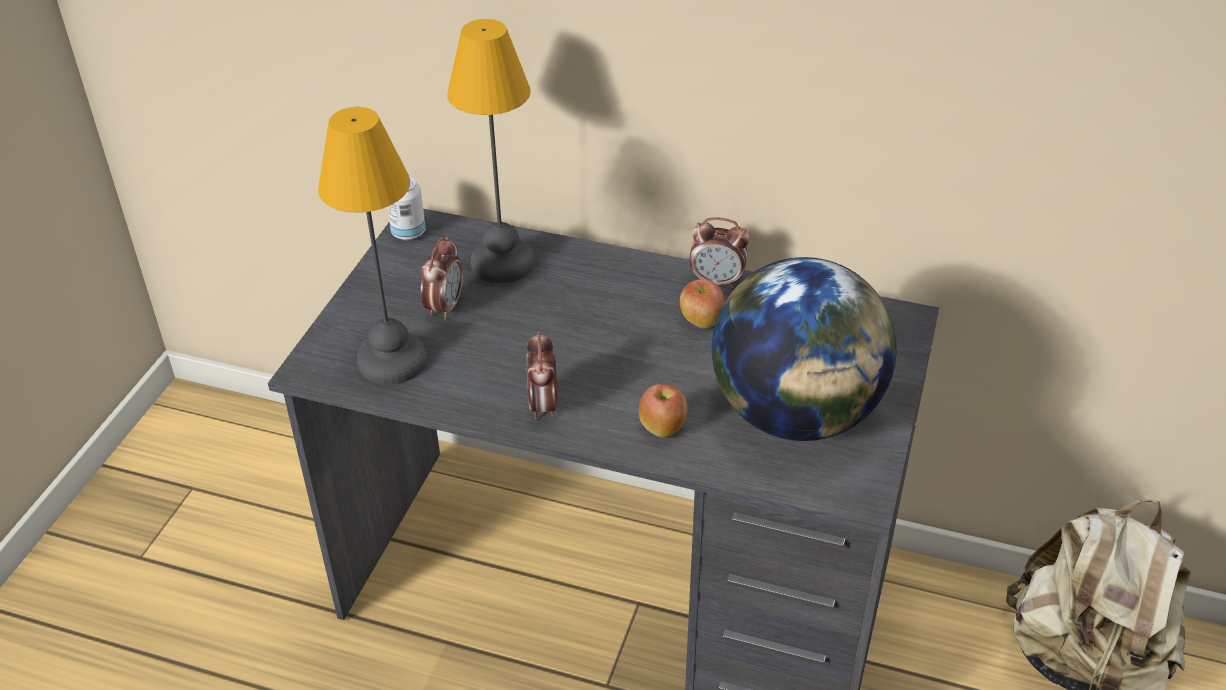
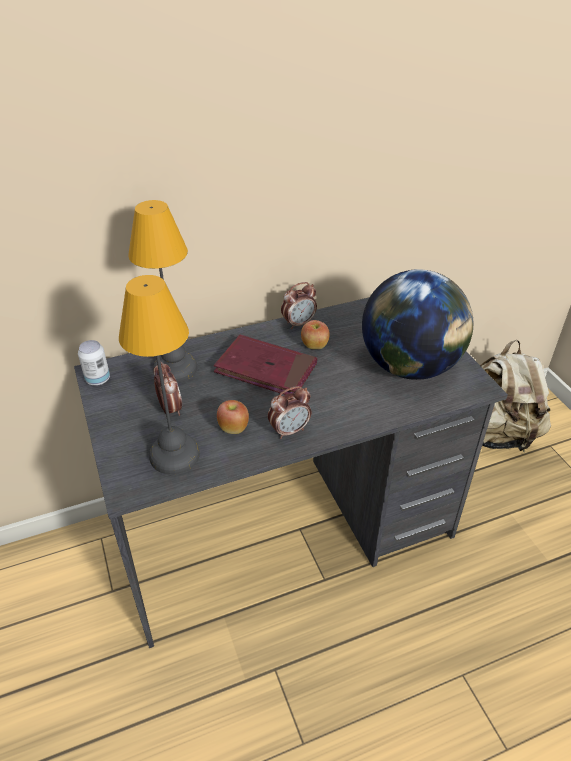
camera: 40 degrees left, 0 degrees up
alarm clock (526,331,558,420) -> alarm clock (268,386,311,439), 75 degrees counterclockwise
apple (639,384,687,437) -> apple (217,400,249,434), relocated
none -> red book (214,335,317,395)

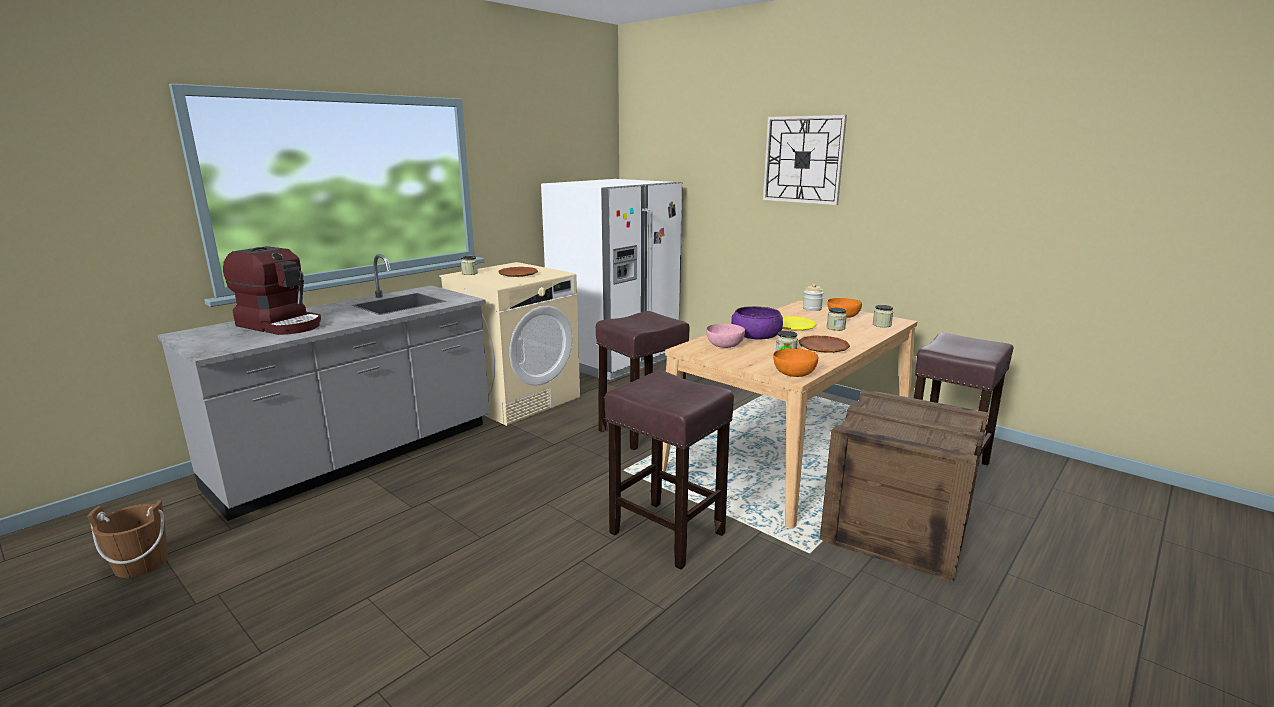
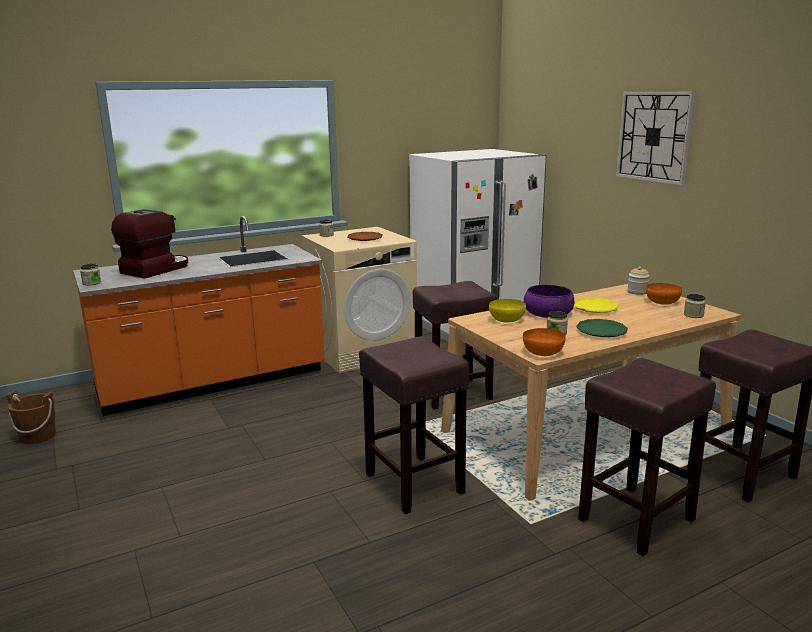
camera: 20 degrees right, 0 degrees up
coffee machine (223,246,321,335) -> coffee machine (111,209,188,279), 105 degrees counterclockwise
grey counter (158,254,490,521) -> orange counter (73,216,325,416)
jar (827,308,847,331) -> jar (80,263,101,285), relocated
pink bowl (706,324,745,348) -> yellow bowl (489,299,526,323)
brown plate (799,336,850,353) -> green plate (576,319,628,337)
crate (820,389,988,583) -> brown stool (578,358,716,556)

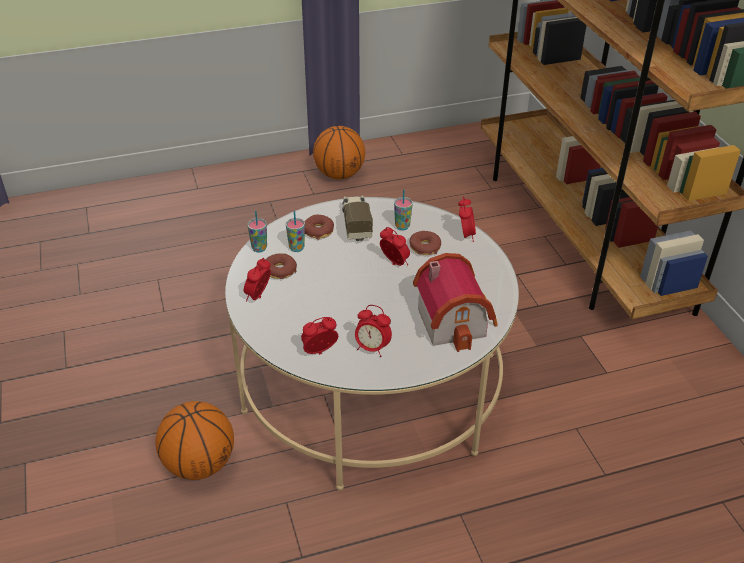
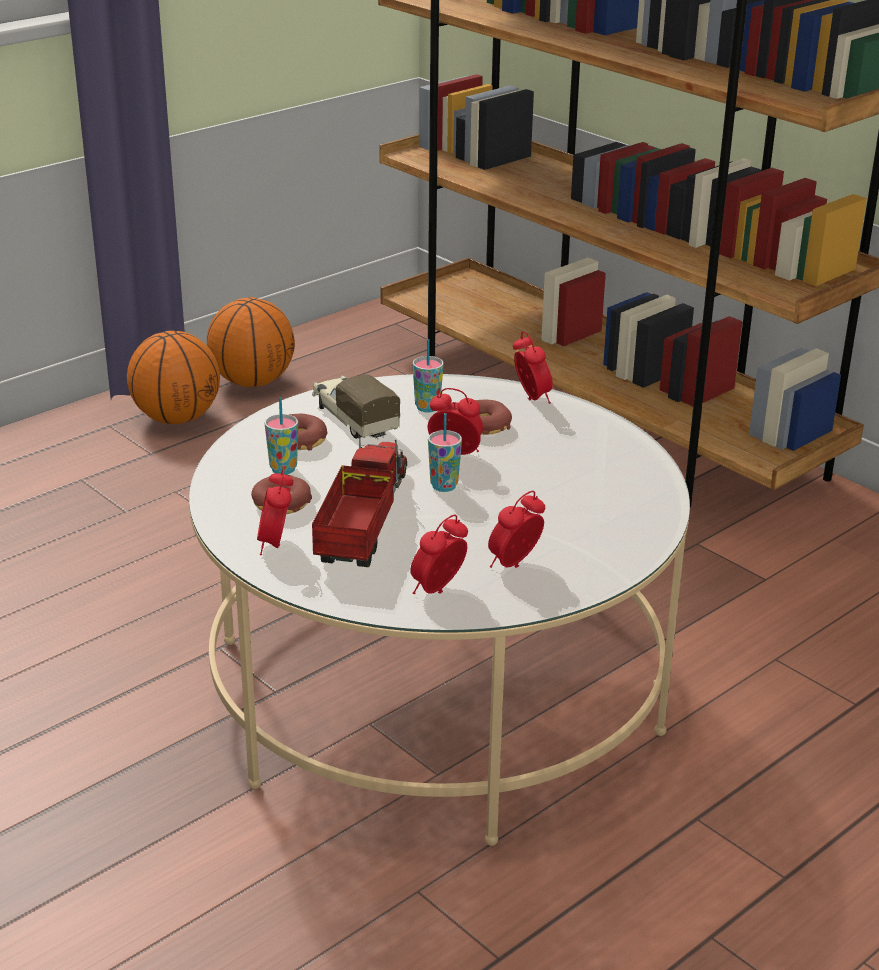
camera: 25 degrees left, 10 degrees down
cup (247,211,267,252) -> cup (428,413,462,492), relocated
toy house (413,253,498,352) -> none
alarm clock (355,305,392,357) -> alarm clock (488,491,545,568), 135 degrees clockwise
basketball (155,401,234,480) -> basketball (207,297,295,387), relocated
none -> toy truck (312,436,407,567)

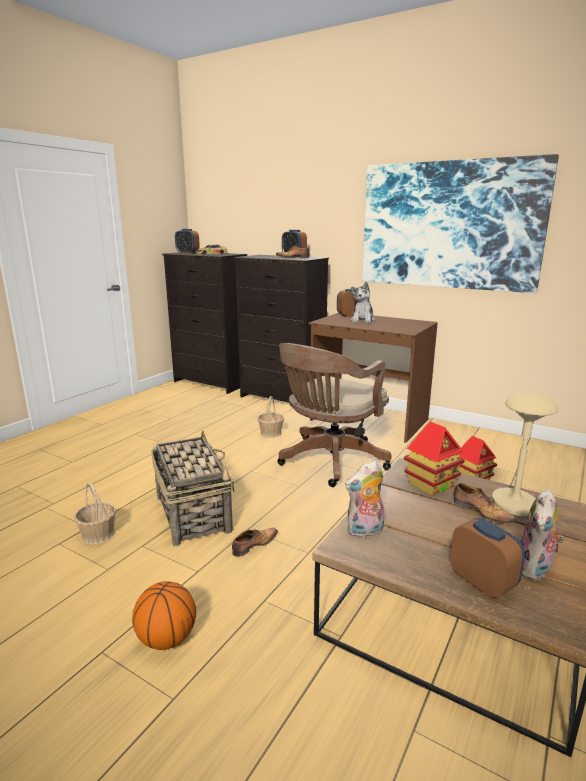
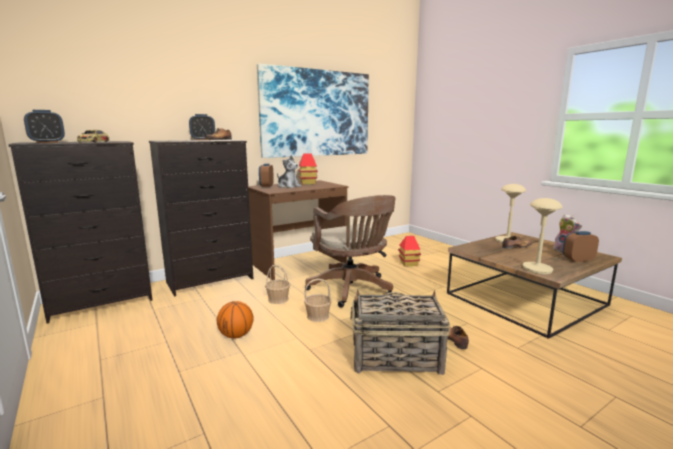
camera: 65 degrees left, 5 degrees down
toy house (404,422,464,496) -> toy house (298,153,318,184), relocated
plush toy (345,460,384,538) -> beige table lamp (522,198,563,275)
basket (74,482,116,544) -> basket (304,279,332,322), relocated
basketball (132,581,196,650) -> basketball (217,301,254,338), relocated

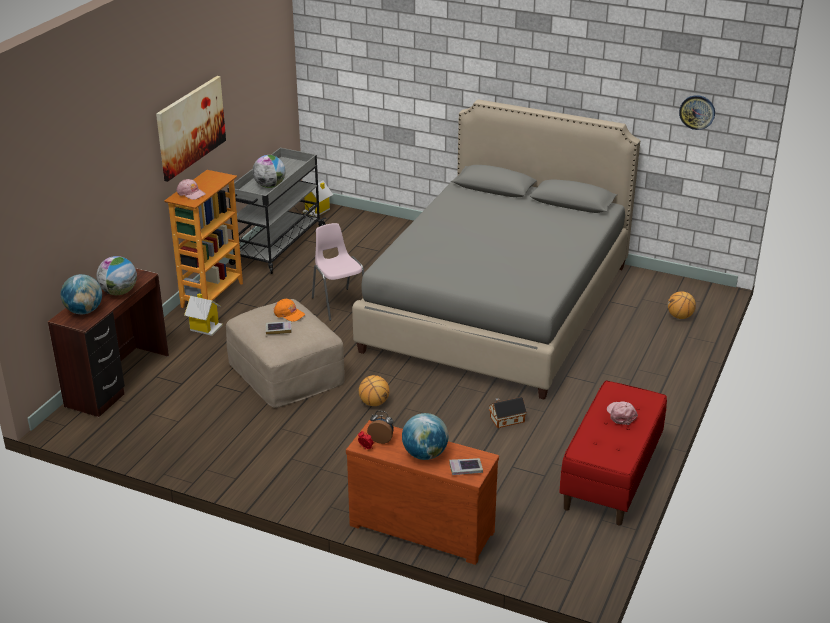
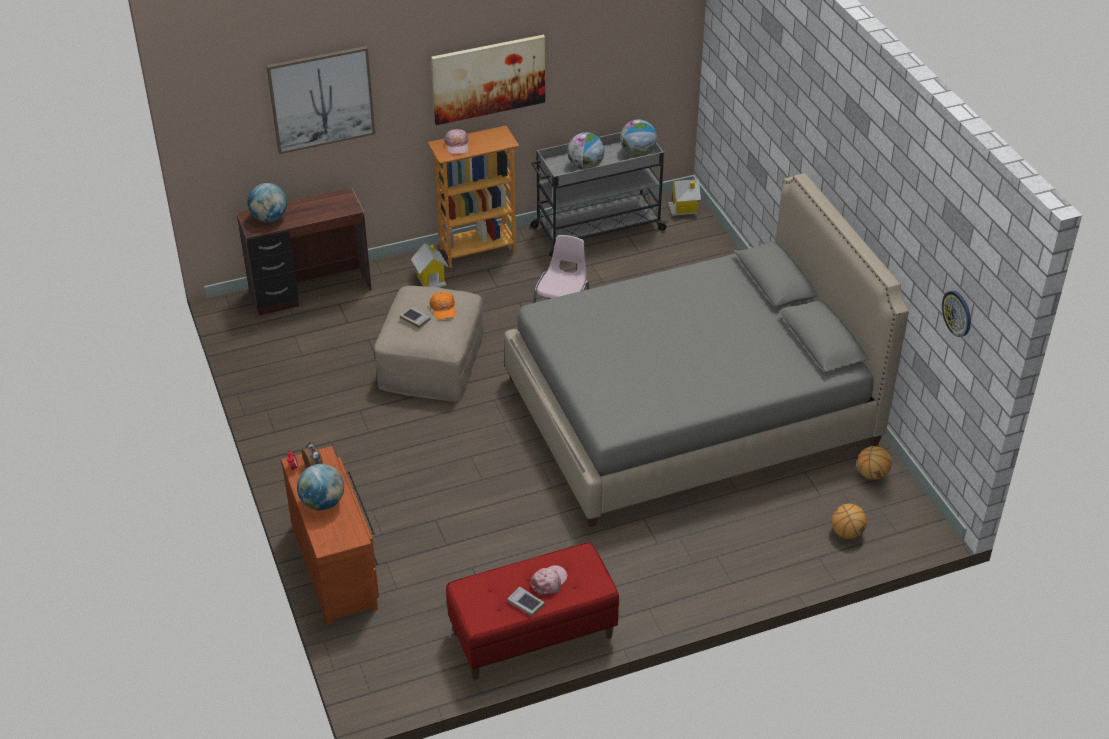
camera: 45 degrees right, 10 degrees up
globe (96,256,137,295) -> globe (620,119,657,156), relocated
basketball (359,375,390,406) -> basketball (857,446,892,480), relocated
toy house (489,397,527,428) -> none
book (449,458,483,475) -> book (507,587,545,616), relocated
none -> picture (266,46,375,154)

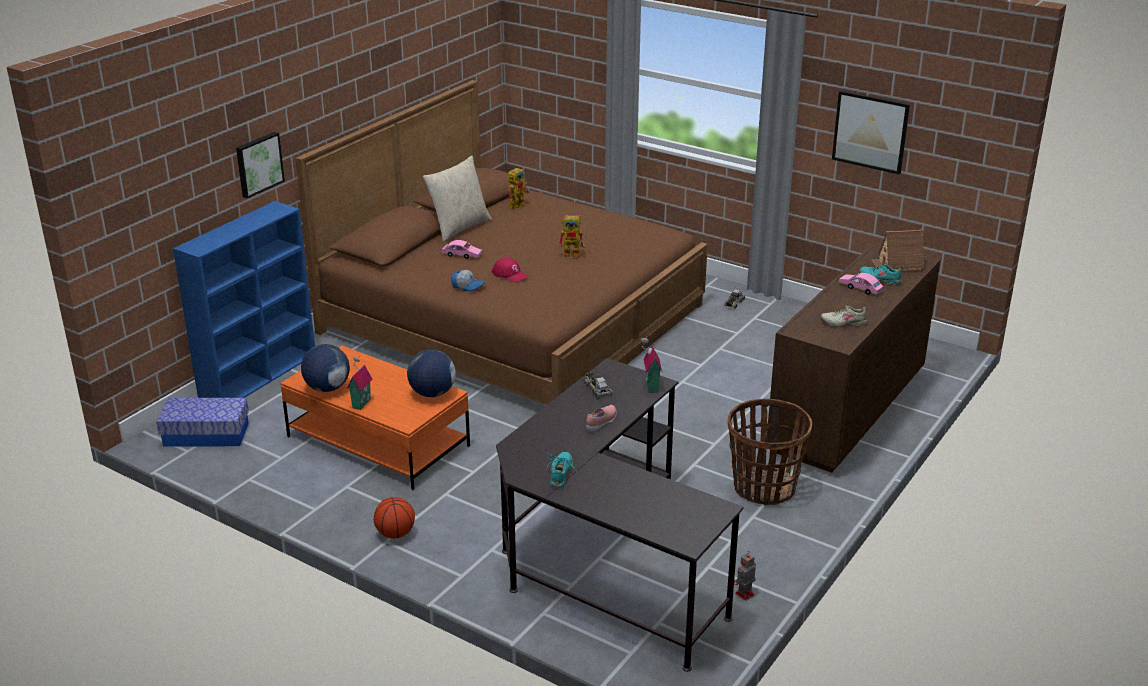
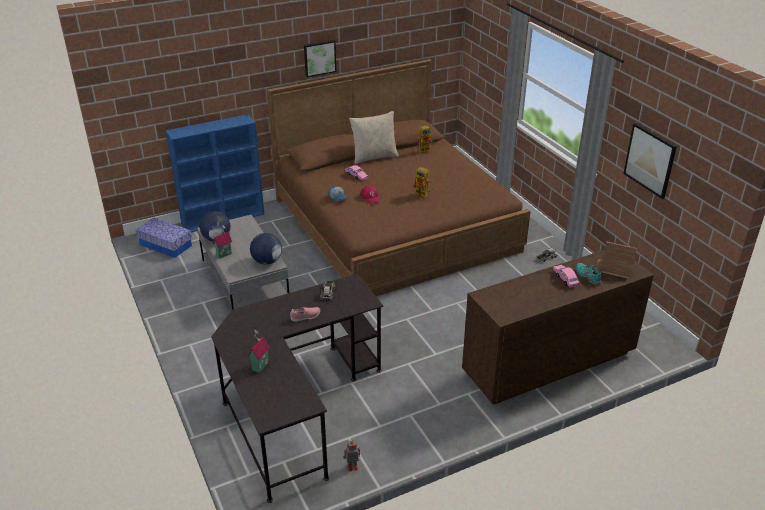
camera: 30 degrees right, 5 degrees up
picture (236,132,285,198) -> picture (304,40,336,77), relocated
beige shoe (821,305,867,327) -> none
toy house (641,337,662,393) -> toy house (248,329,270,373), relocated
orange coffee table (280,346,470,490) -> grey coffee table (198,215,289,310)
basket (728,399,812,505) -> none
turquoise shoe (546,452,577,488) -> none
basketball (374,497,415,539) -> none

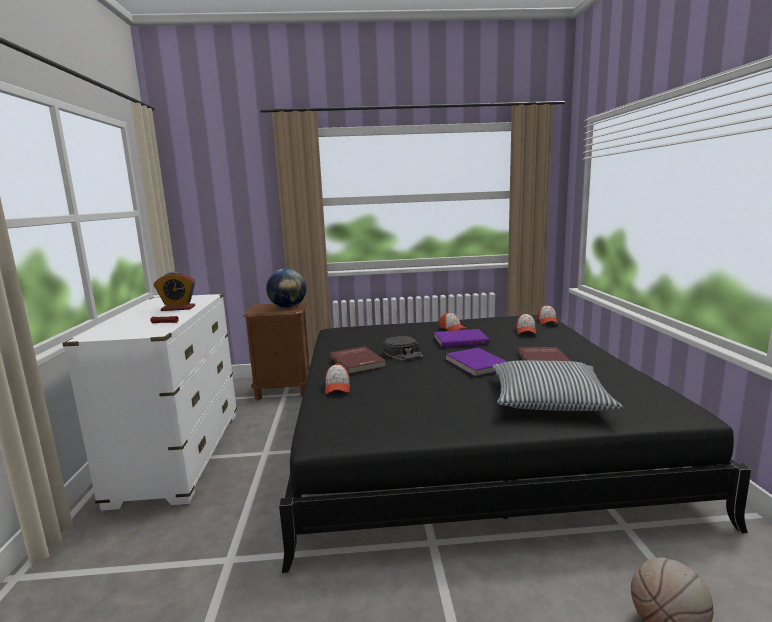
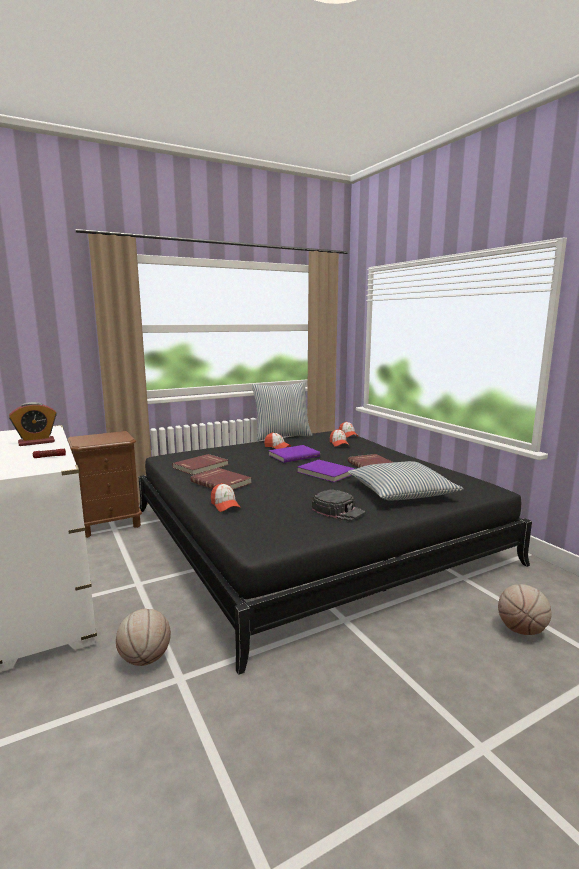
camera: 25 degrees left, 0 degrees up
globe (266,268,306,308) -> none
black cap (383,336,424,362) -> black cap (312,489,366,522), relocated
none -> pillow (251,381,312,441)
none -> red book (172,454,228,475)
none -> basketball (116,609,171,666)

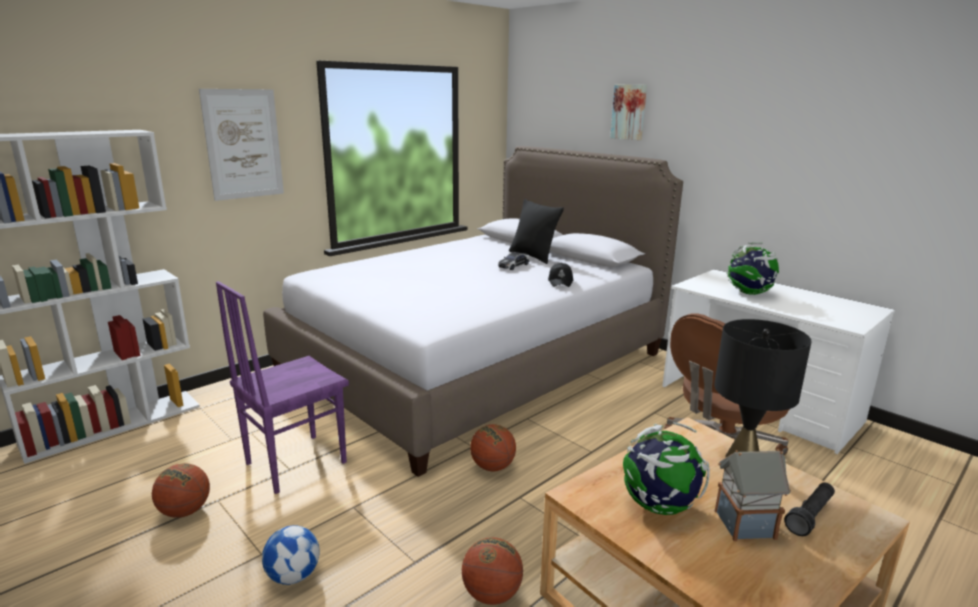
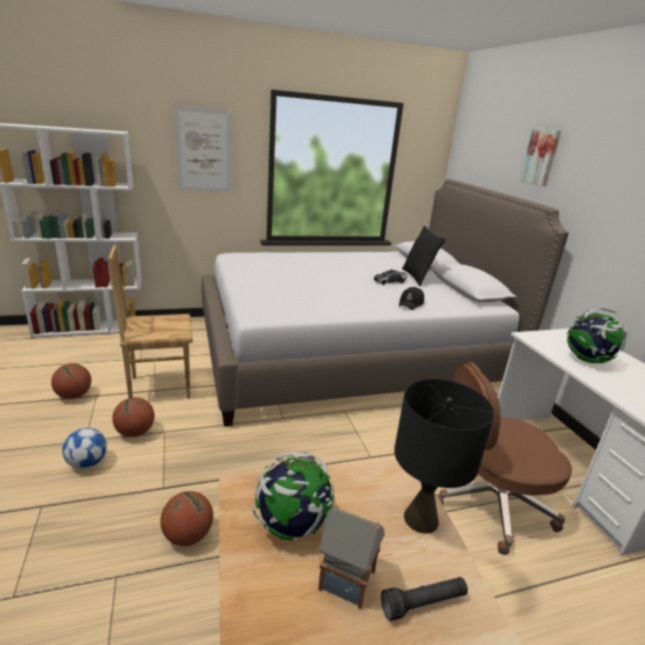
camera: 25 degrees right, 5 degrees up
purple chair (216,281,349,494) -> brown chair (108,245,193,399)
basketball (470,424,516,471) -> basketball (112,397,154,437), relocated

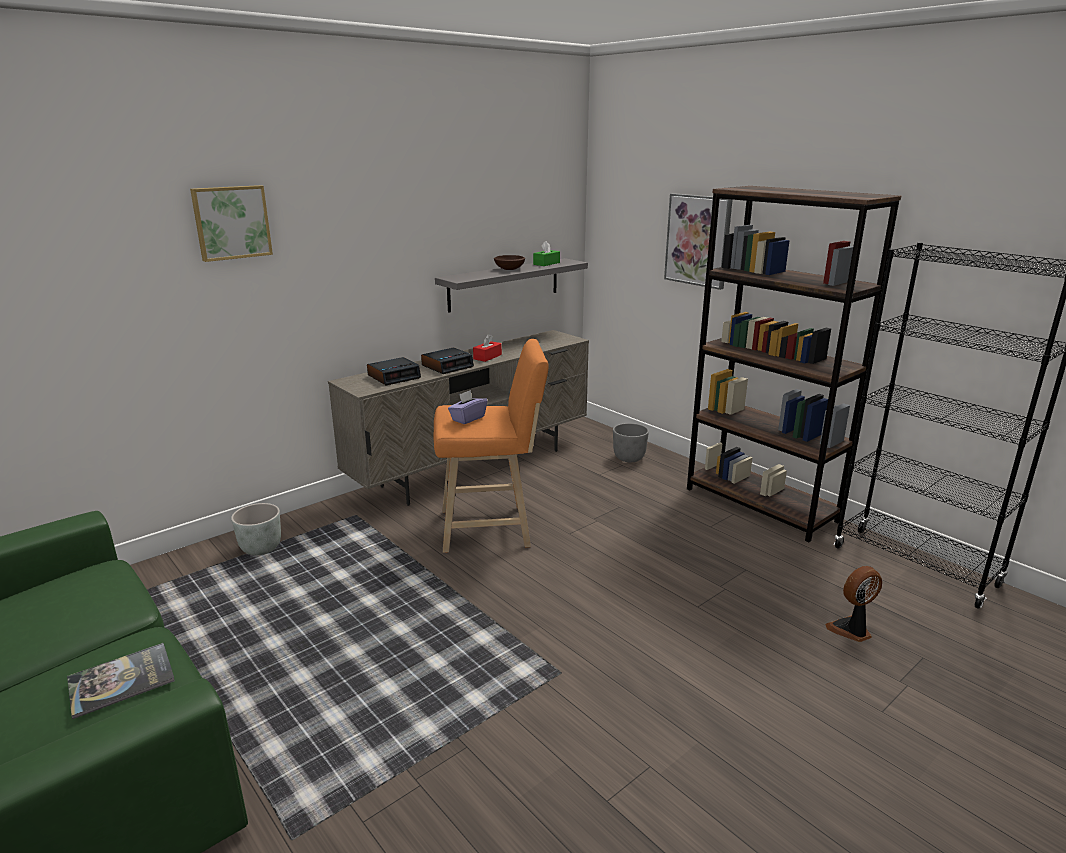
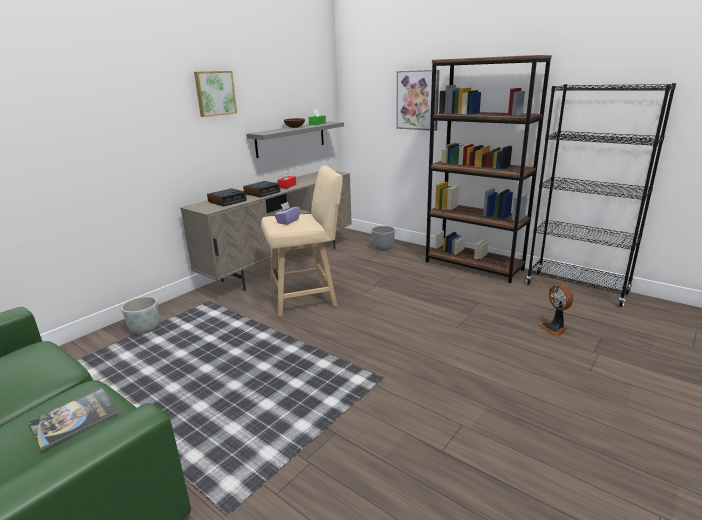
camera: 10 degrees left, 0 degrees up
picture (190,185,273,262) -> picture (194,71,237,117), relocated
orange stool (433,339,548,553) -> beige stool (261,165,343,316)
fan (825,566,882,642) -> fan (538,284,573,336), 75 degrees counterclockwise

